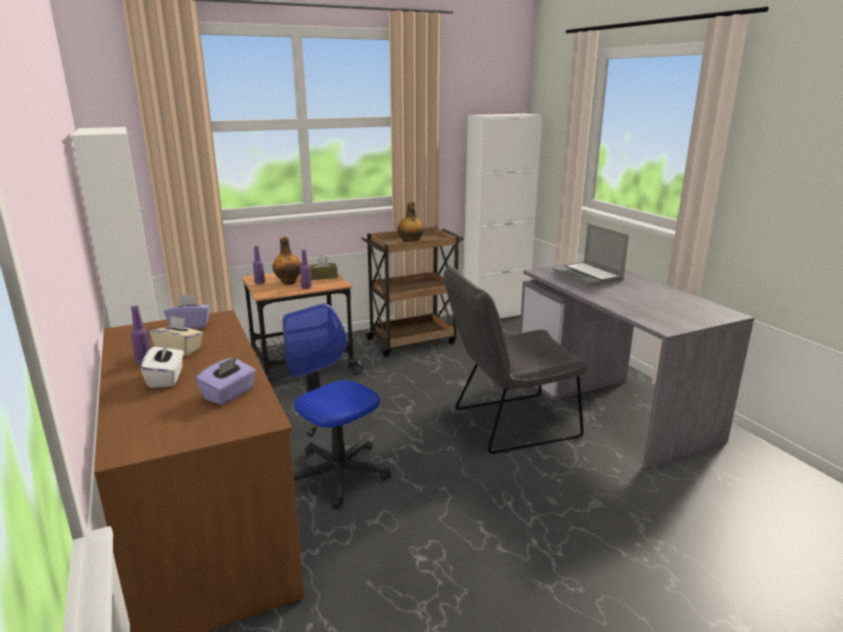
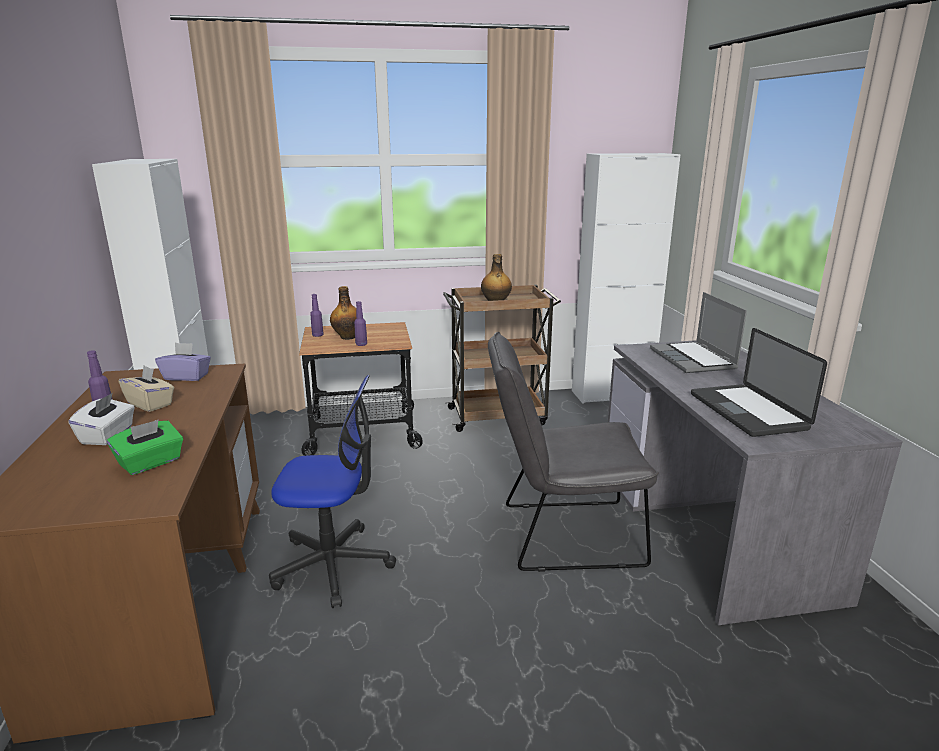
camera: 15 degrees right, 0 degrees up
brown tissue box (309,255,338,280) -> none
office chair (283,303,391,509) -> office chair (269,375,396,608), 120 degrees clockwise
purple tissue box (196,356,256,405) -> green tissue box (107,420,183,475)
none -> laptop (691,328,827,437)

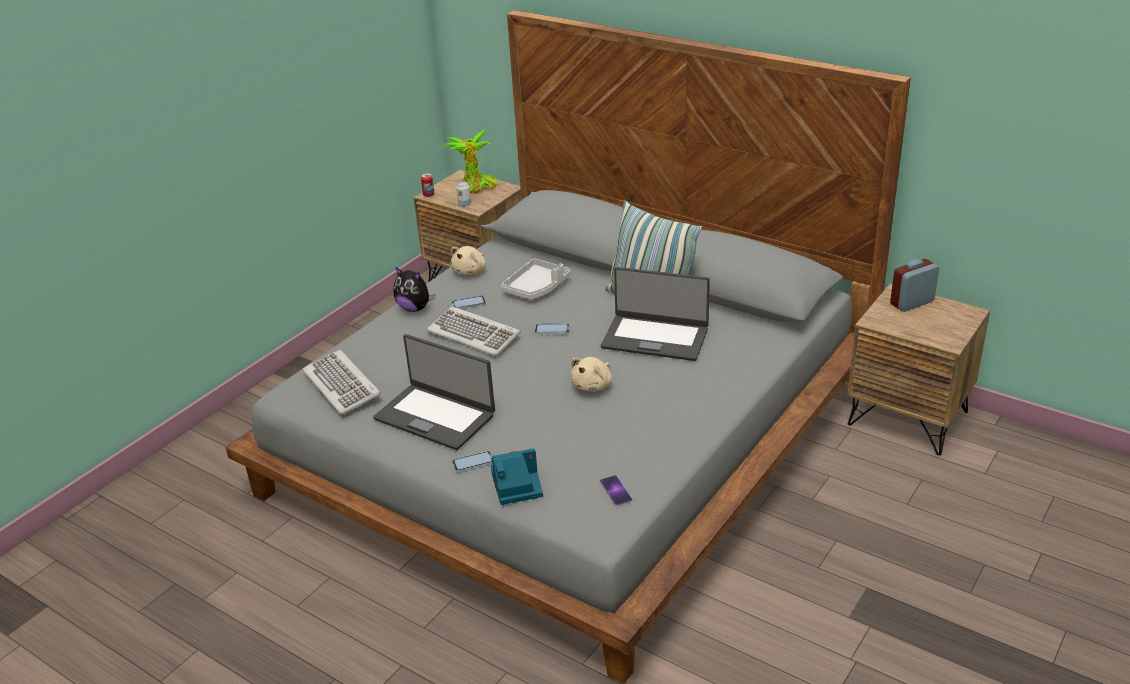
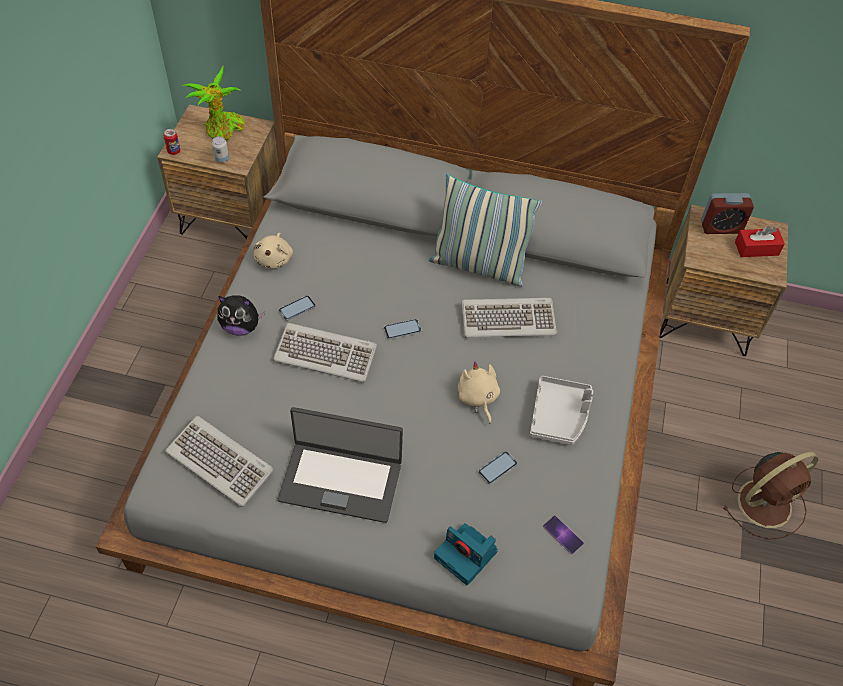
camera: 25 degrees left, 20 degrees up
grey tray (501,259,571,300) -> grey tray (530,376,593,445), relocated
alarm clock (890,259,939,312) -> alarm clock (701,193,754,234), 135 degrees counterclockwise
laptop (601,267,710,361) -> keyboard (461,297,557,338)
beige plush toy (570,357,612,391) -> beige plush toy (458,362,500,424), 150 degrees clockwise
photo camera (491,449,543,505) -> photo camera (434,523,498,585), 105 degrees counterclockwise
phone (452,451,492,472) -> phone (478,451,518,484), relocated
none -> red tissue box (735,226,785,257)
none -> brown fan (723,452,819,539)

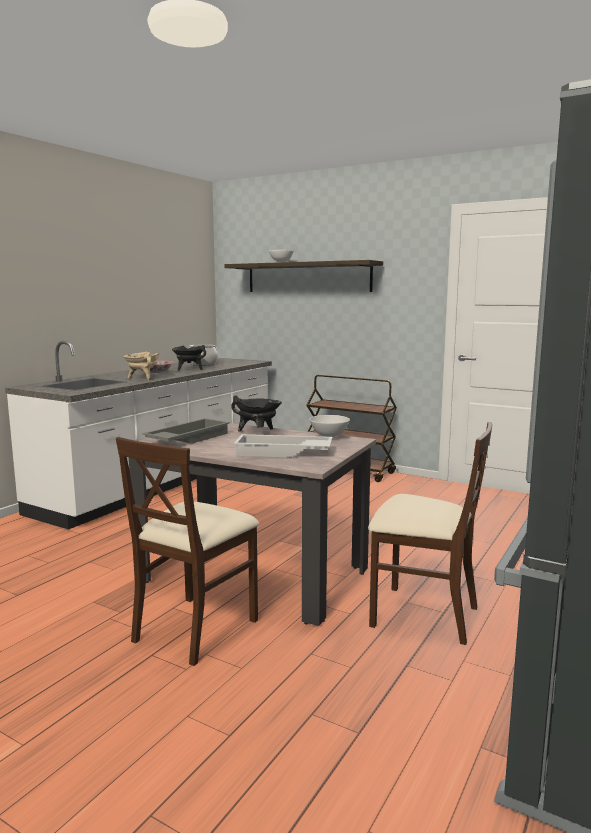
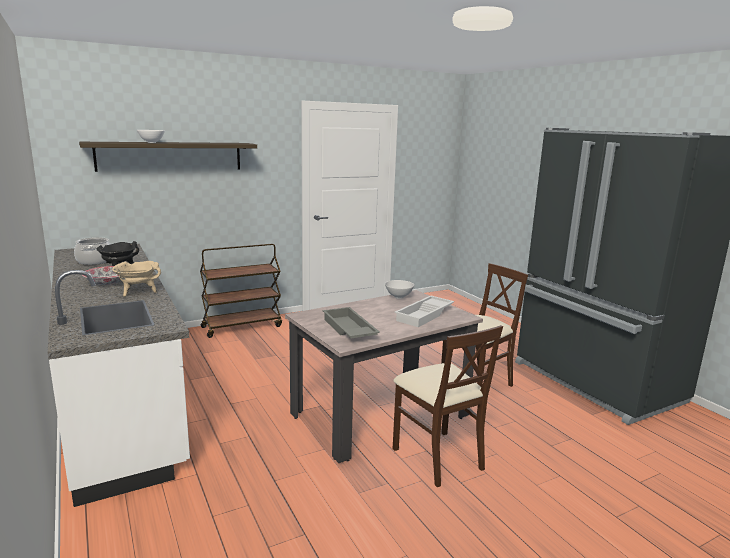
camera: 60 degrees left, 5 degrees up
black cooking pot (232,396,282,432) -> none

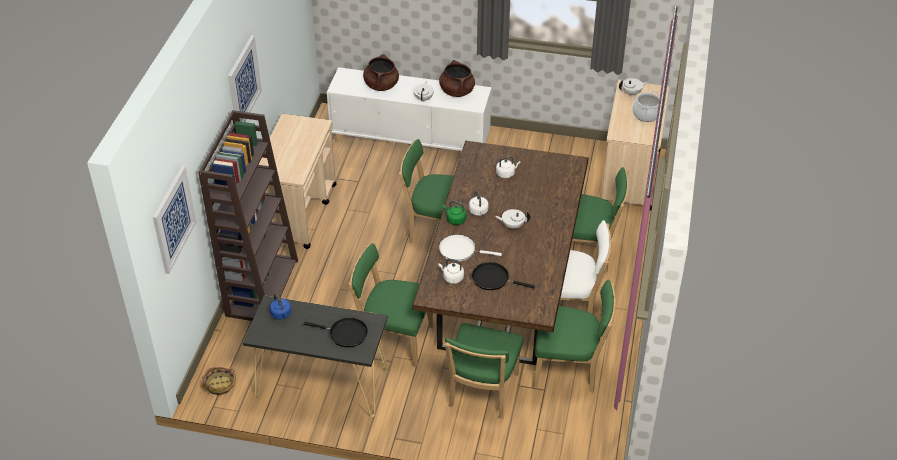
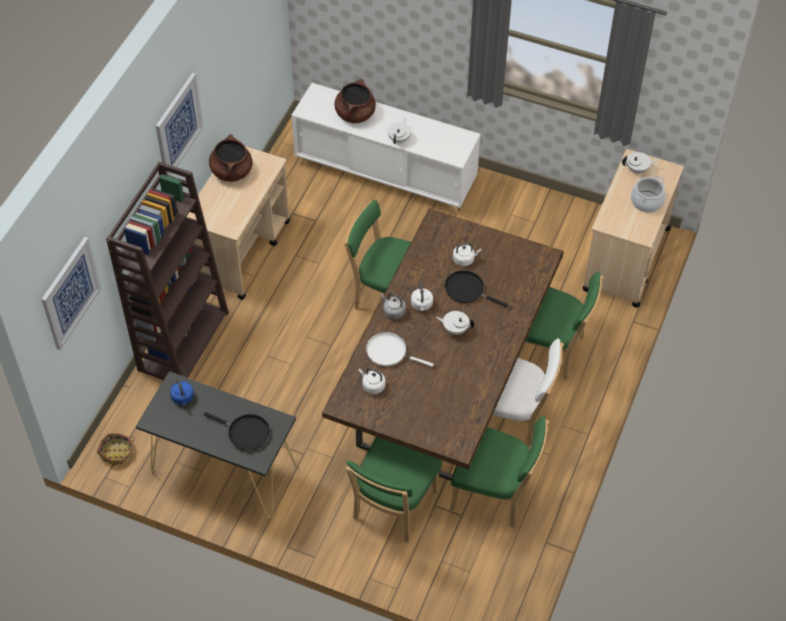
camera: 10 degrees right, 10 degrees up
brown cooking pot (439,60,475,97) -> brown cooking pot (209,134,253,182), relocated
green kettle (443,201,466,225) -> grey kettle (381,293,406,319)
green chair (349,243,433,367) -> none
black frying pan (472,262,535,290) -> black frying pan (445,270,509,308), relocated

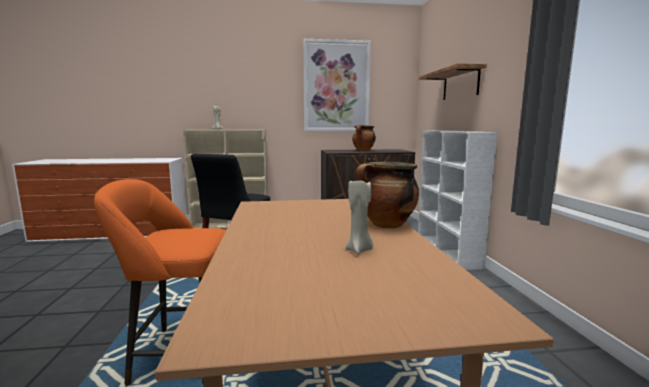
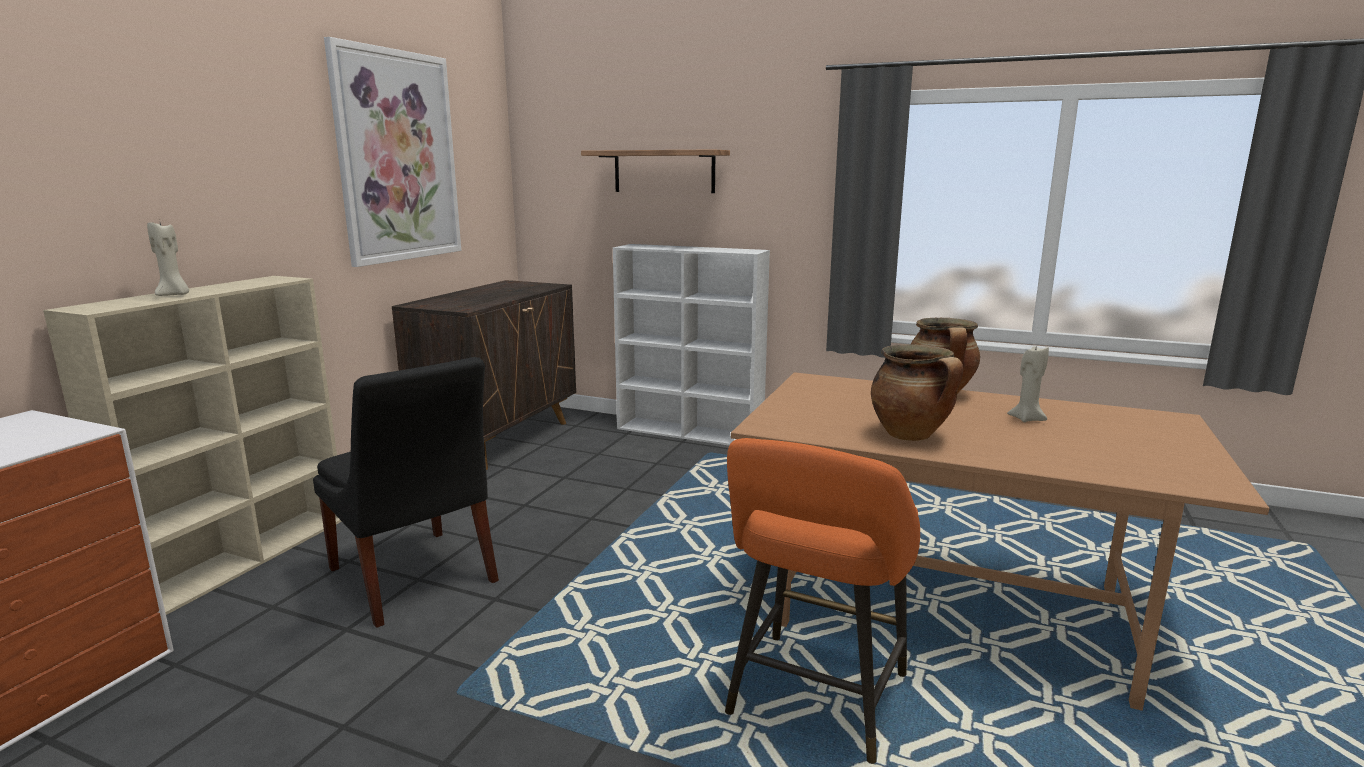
camera: 60 degrees left, 5 degrees up
cooking pot (352,125,376,151) -> cooking pot (871,344,963,441), relocated

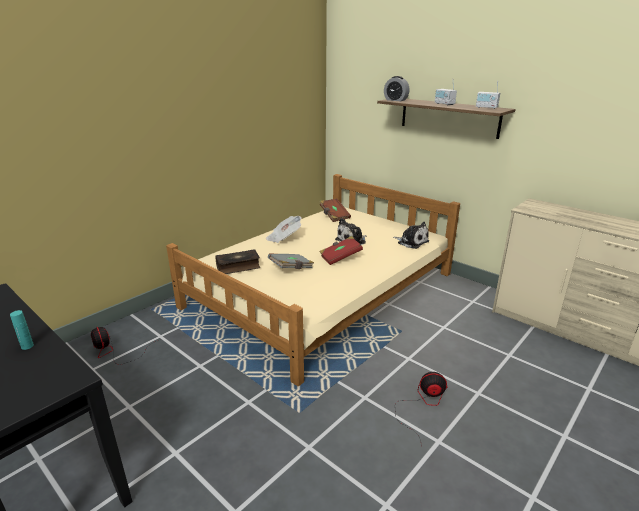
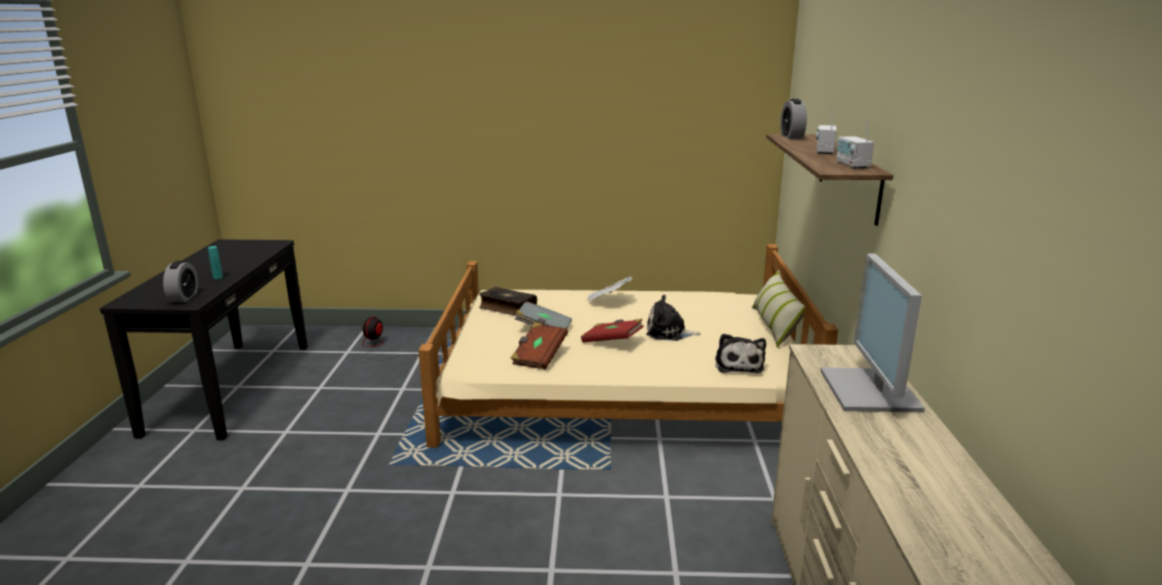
camera: 50 degrees right, 5 degrees down
brown book (320,198,351,222) -> brown book (511,322,568,370), relocated
fan (395,372,448,447) -> none
none -> monitor (820,254,925,412)
none -> alarm clock (163,261,198,302)
none -> pillow (752,270,805,347)

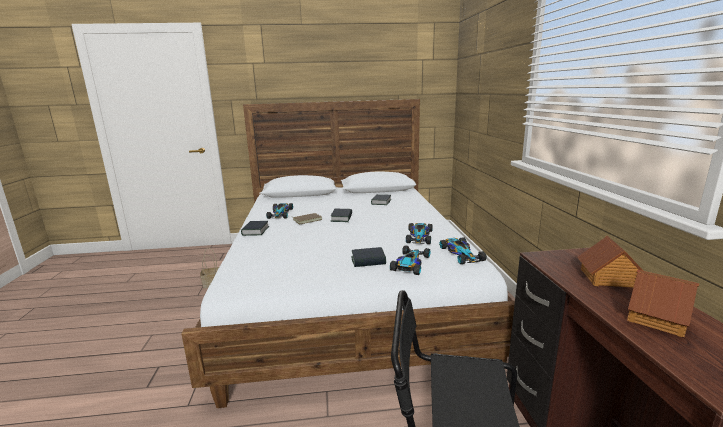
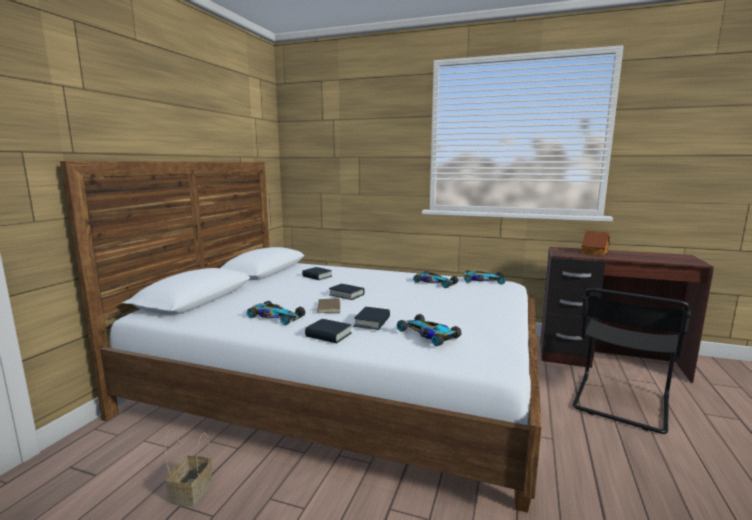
camera: 65 degrees left, 5 degrees down
toy car (390,245,430,275) -> toy car (397,314,462,346), relocated
book (351,247,386,267) -> book (353,307,390,330), relocated
toy house (627,270,699,337) -> none

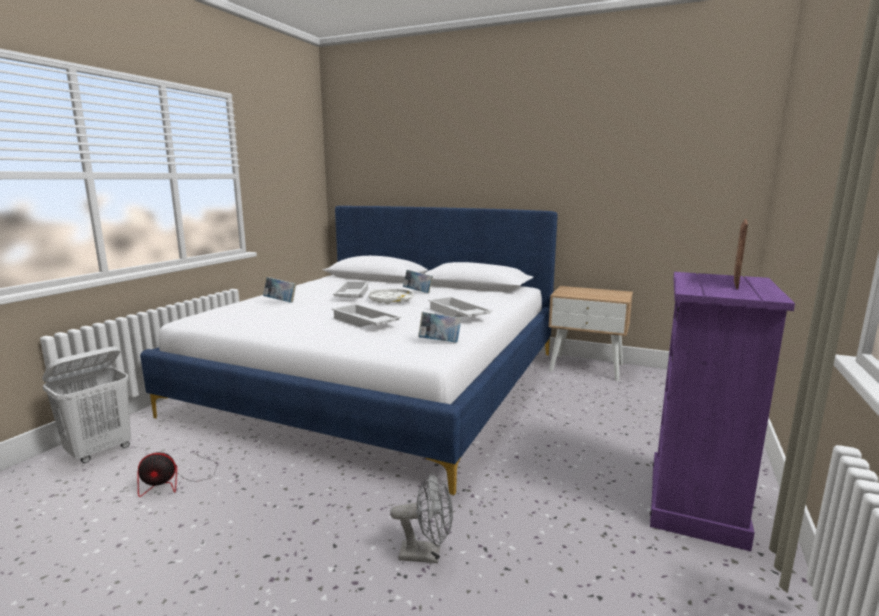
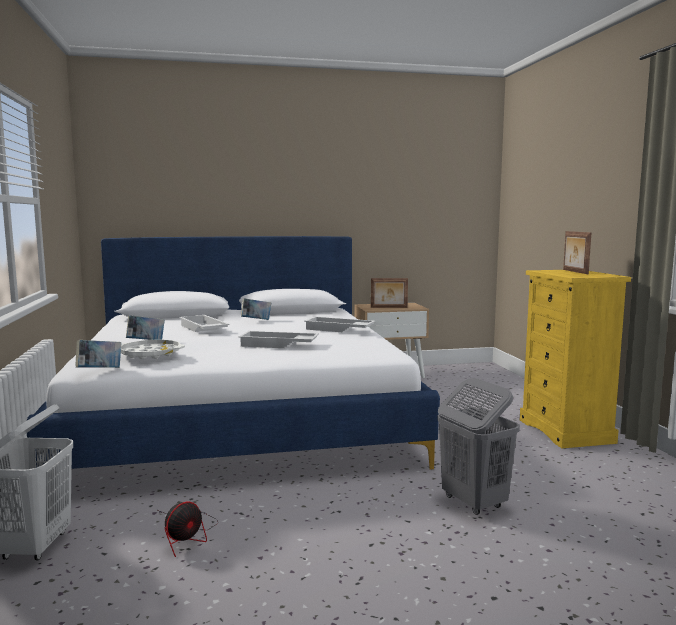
camera: 35 degrees left, 5 degrees down
purple dresser (650,272,795,551) -> yellow dresser (520,270,631,448)
white tray (368,289,414,304) -> white tray (121,339,185,359), relocated
book (418,312,462,343) -> book (76,340,121,368), relocated
grey fan (390,473,453,563) -> grey laundry basket (437,378,520,515)
none -> picture frame (371,278,408,308)

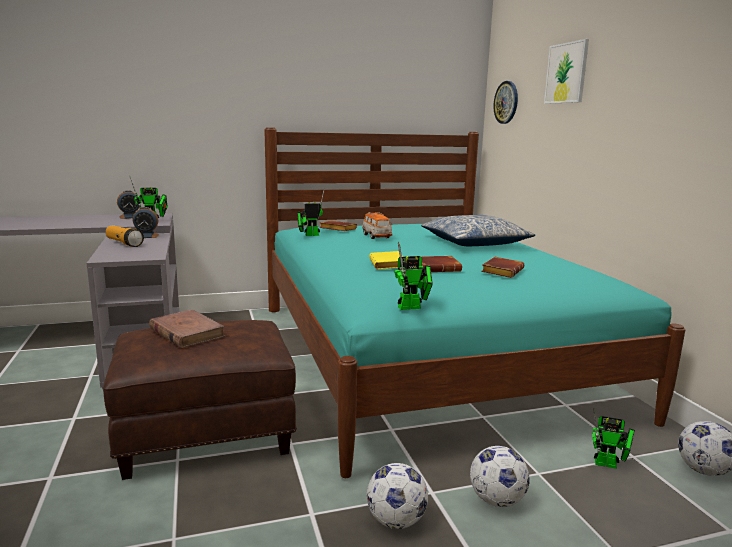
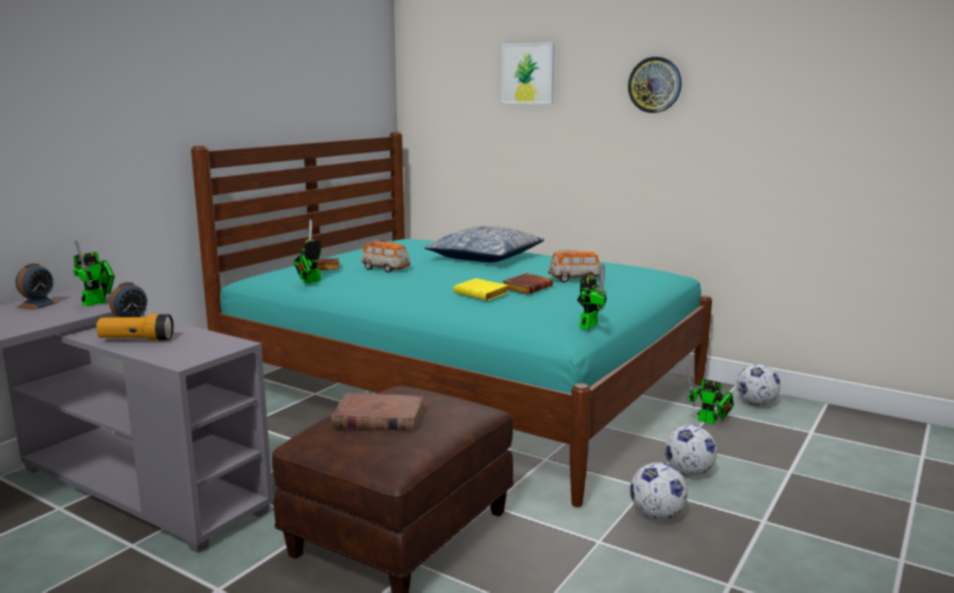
camera: 40 degrees left, 0 degrees up
wall clock (494,81,518,124) -> wall clock (628,57,682,113), relocated
brown book (481,257,524,278) -> toy car (548,250,600,283)
toy robot (593,408,635,469) -> toy robot (686,368,734,424), 60 degrees clockwise

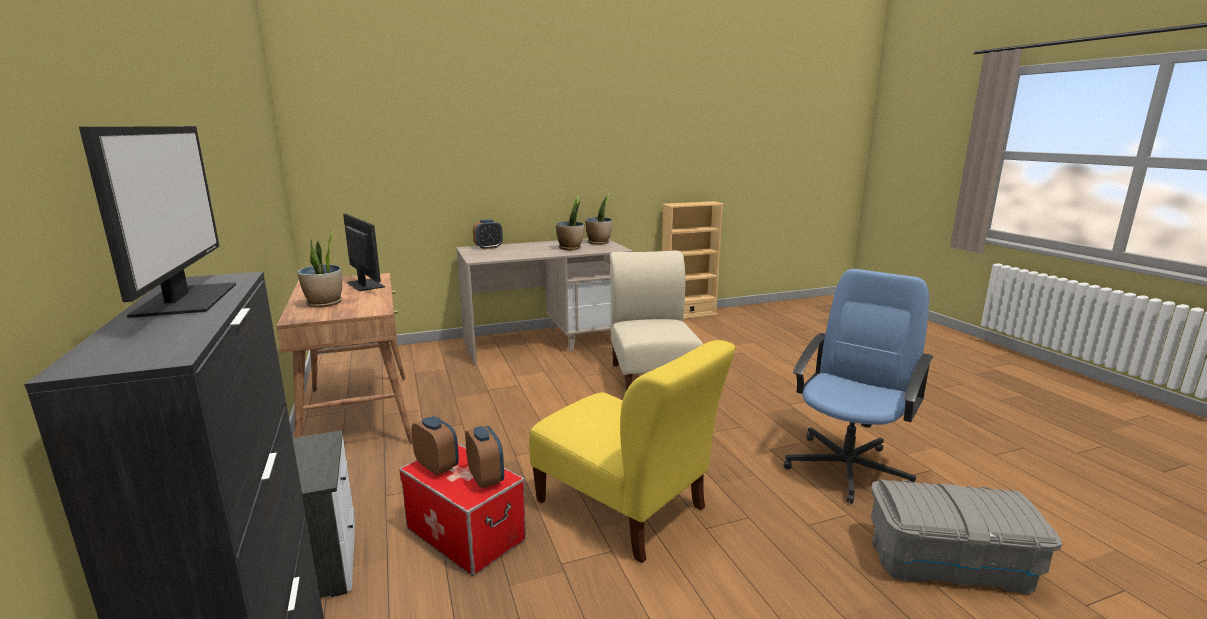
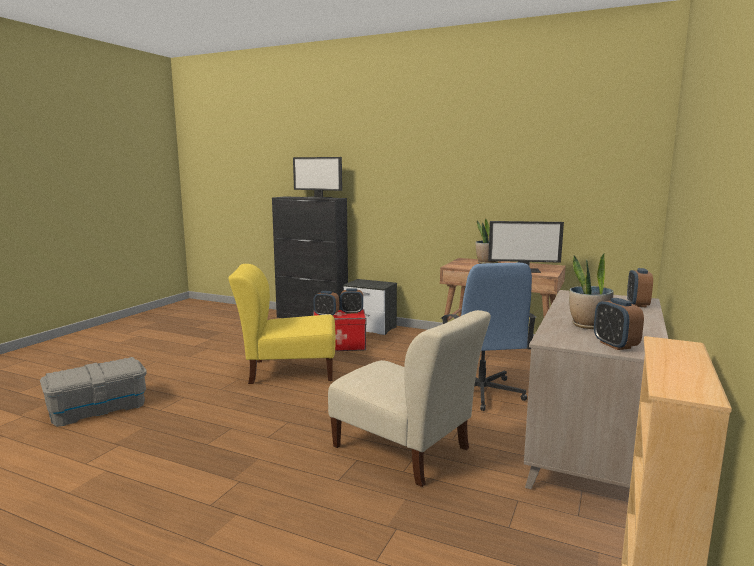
camera: 135 degrees right, 5 degrees down
potted plant (585,192,612,245) -> alarm clock (594,298,644,350)
blue office chair (784,269,934,504) -> blue office chair (441,263,536,411), relocated

